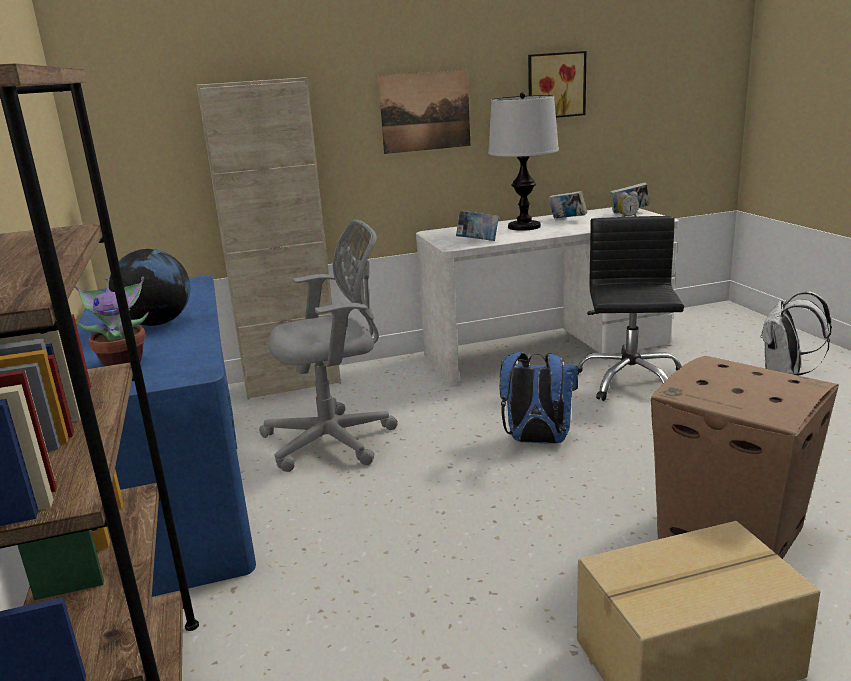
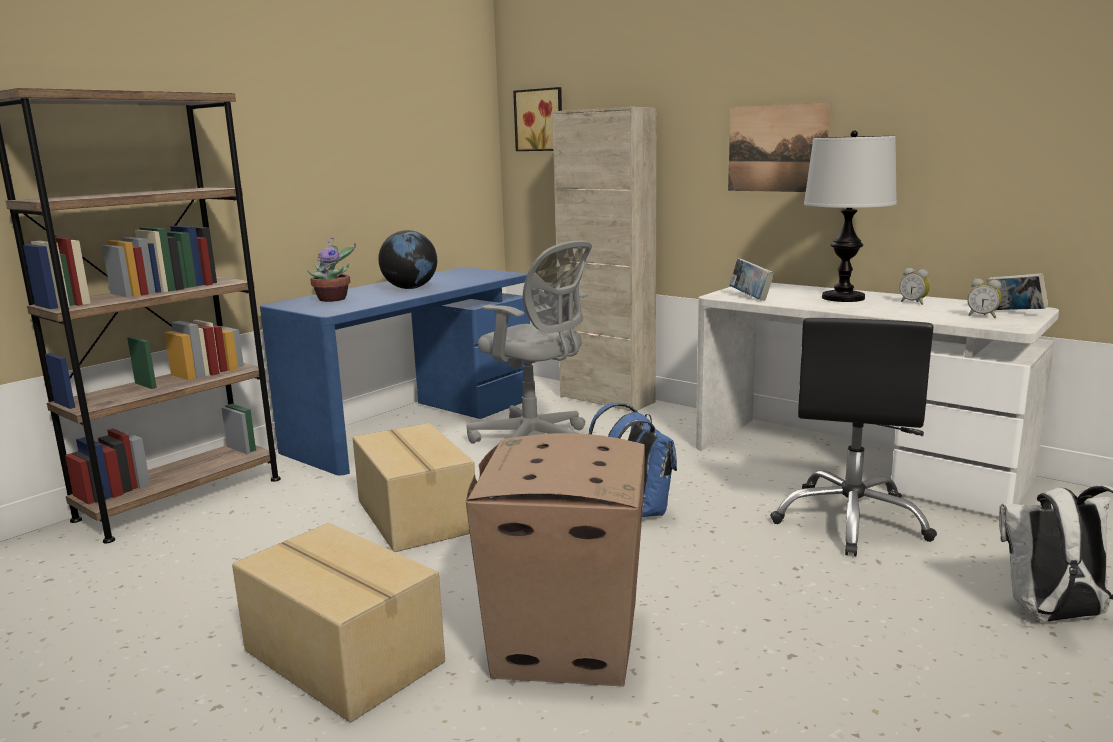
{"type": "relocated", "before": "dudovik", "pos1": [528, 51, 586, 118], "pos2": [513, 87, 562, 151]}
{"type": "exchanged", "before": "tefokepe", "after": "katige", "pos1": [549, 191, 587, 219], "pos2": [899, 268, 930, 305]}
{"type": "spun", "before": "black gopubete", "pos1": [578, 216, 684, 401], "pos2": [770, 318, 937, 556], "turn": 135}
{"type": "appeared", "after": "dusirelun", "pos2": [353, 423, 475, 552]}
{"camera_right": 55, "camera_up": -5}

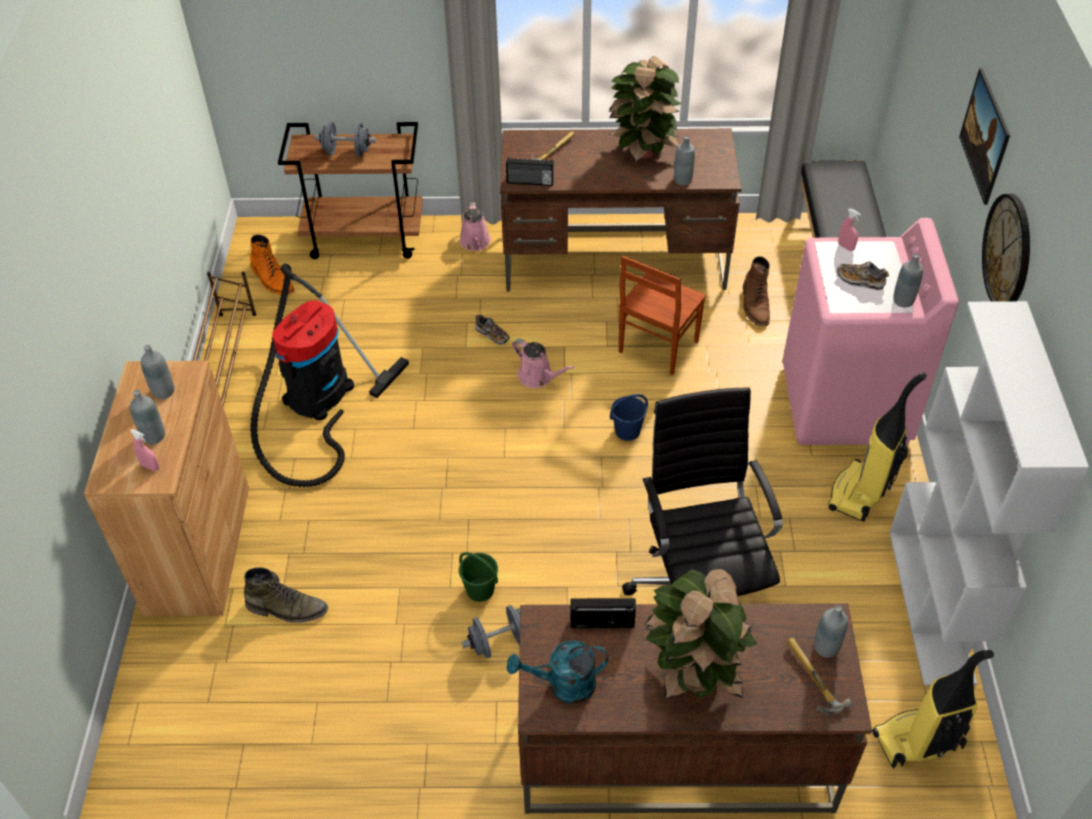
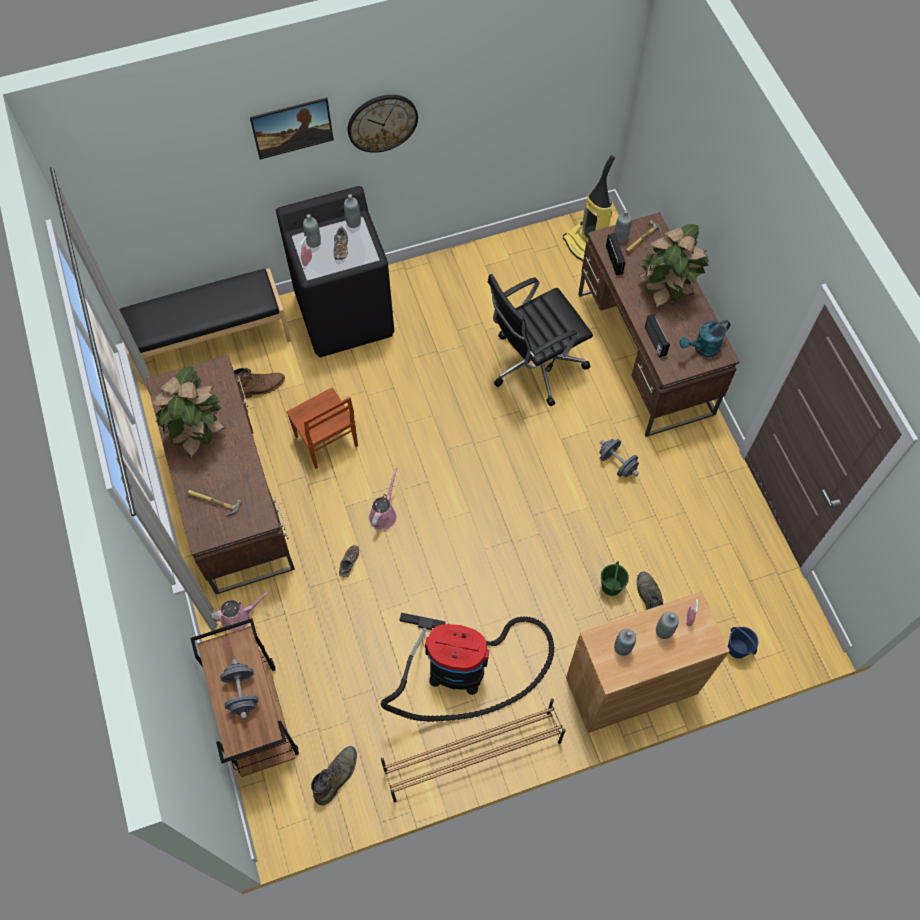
{"type": "colour", "before": "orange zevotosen", "after": "green zevotosen", "pos1": [250, 234, 294, 295], "pos2": [311, 746, 357, 805]}
{"type": "relocated", "before": "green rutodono", "pos1": [459, 552, 498, 602], "pos2": [601, 561, 629, 596]}
{"type": "relocated", "before": "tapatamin", "pos1": [506, 157, 554, 186], "pos2": [606, 233, 625, 275]}
{"type": "spun", "before": "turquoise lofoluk", "pos1": [507, 640, 608, 704], "pos2": [679, 320, 730, 357], "turn": 90}
{"type": "relocated", "before": "blue rutodono", "pos1": [610, 394, 648, 441], "pos2": [728, 627, 758, 658]}
{"type": "spun", "before": "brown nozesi", "pos1": [619, 256, 706, 375], "pos2": [286, 387, 358, 469], "turn": 45}
{"type": "relocated", "before": "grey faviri", "pos1": [674, 136, 695, 185], "pos2": [303, 214, 321, 248]}
{"type": "colour", "before": "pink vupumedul", "after": "black vupumedul", "pos1": [783, 218, 959, 445], "pos2": [276, 186, 394, 357]}
{"type": "missing", "before": "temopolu", "pos1": [828, 372, 926, 522]}
{"type": "missing", "before": "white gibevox", "pos1": [889, 301, 1089, 686]}
{"camera_right": -110, "camera_up": 15}

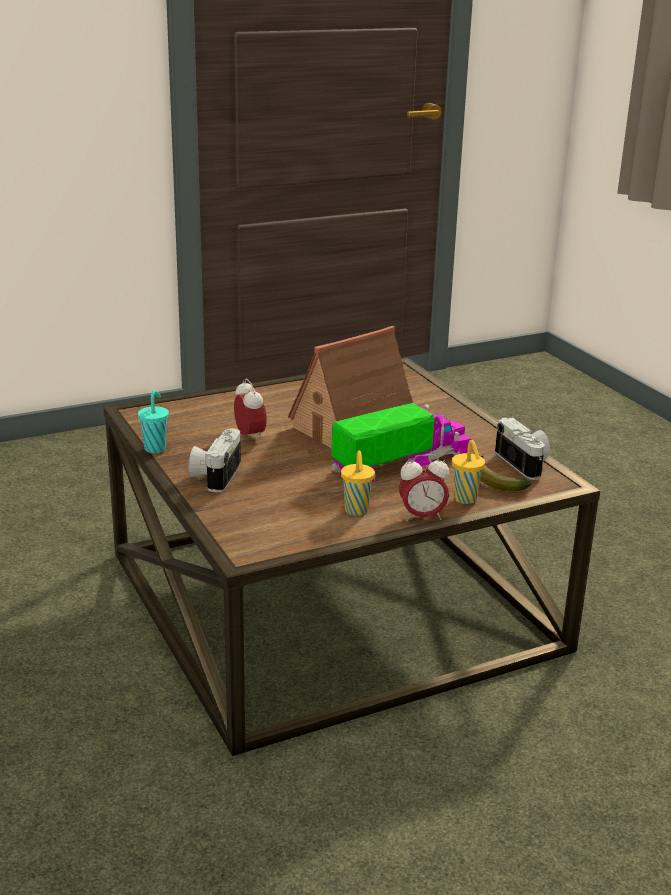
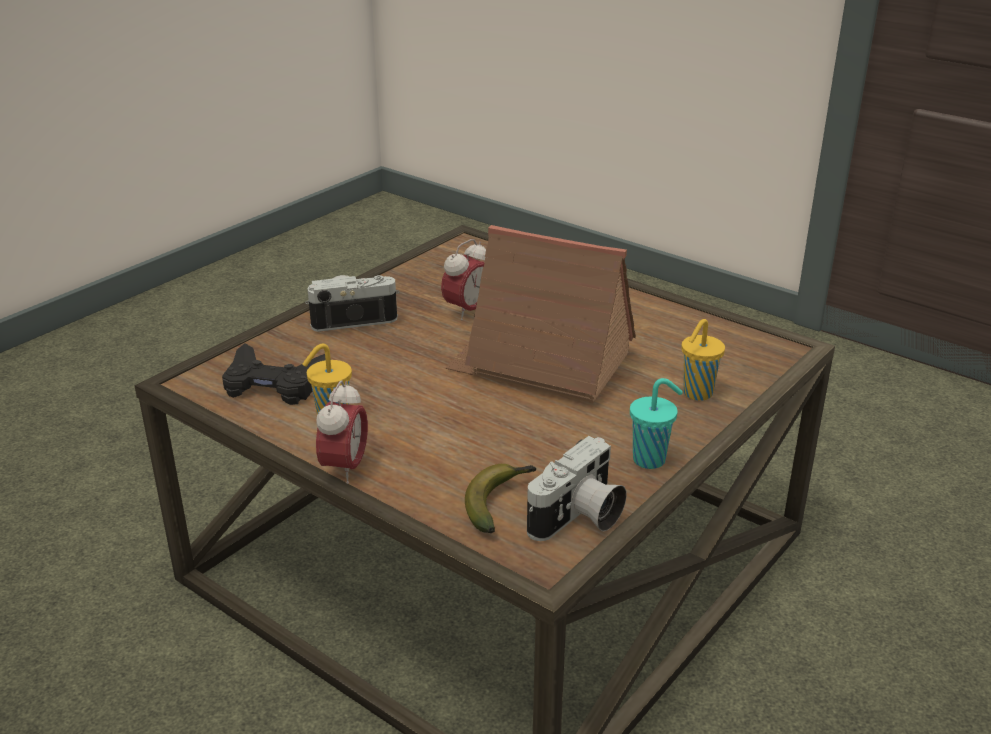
{"type": "relocated", "before": "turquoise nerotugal", "pos1": [138, 390, 169, 453], "pos2": [630, 378, 683, 469]}
{"type": "missing", "before": "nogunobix", "pos1": [331, 403, 472, 482]}
{"type": "spun", "before": "katige", "pos1": [399, 454, 449, 522], "pos2": [316, 380, 368, 484], "turn": -135}
{"type": "relocated", "before": "yellow nerotugal", "pos1": [452, 440, 485, 504], "pos2": [682, 319, 725, 401]}
{"type": "appeared", "after": "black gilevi", "pos2": [222, 343, 326, 405]}
{"camera_right": 65, "camera_up": 5}

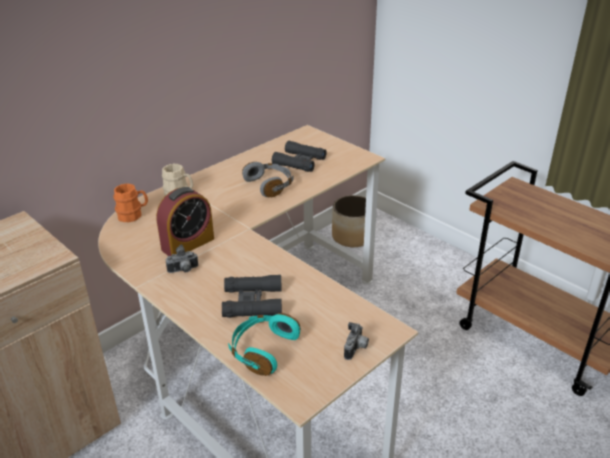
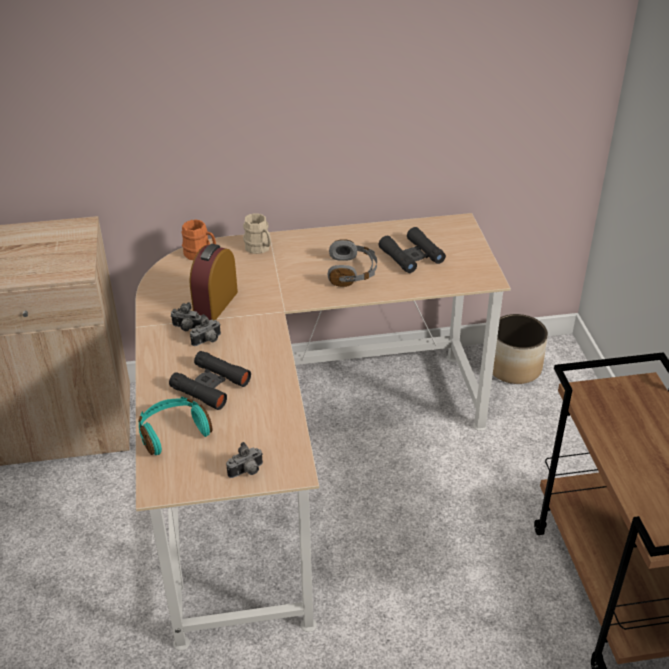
{"type": "spun", "before": "katige", "pos1": [156, 187, 214, 256], "pos2": [189, 244, 238, 320], "turn": 120}
{"type": "appeared", "after": "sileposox", "pos2": [190, 314, 221, 346]}
{"camera_right": 35, "camera_up": 5}

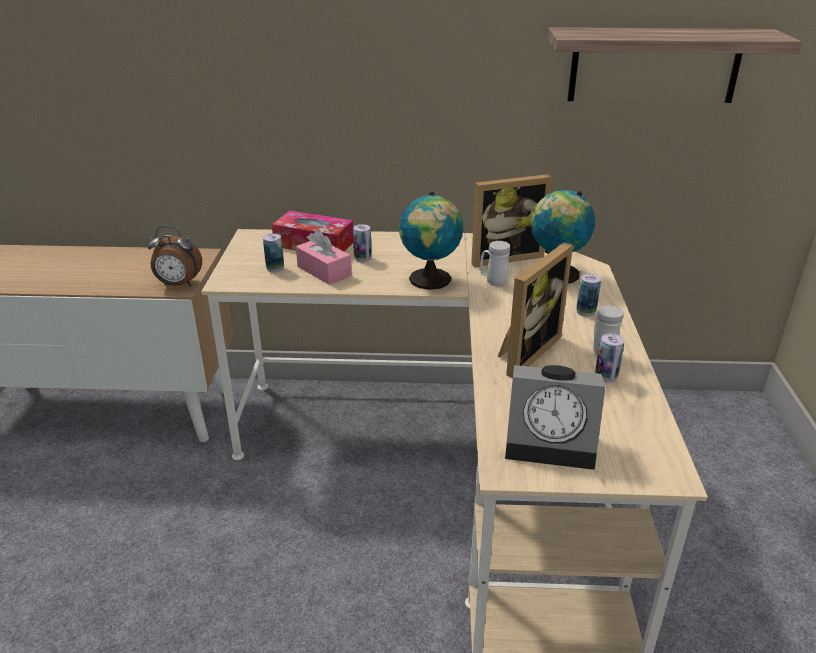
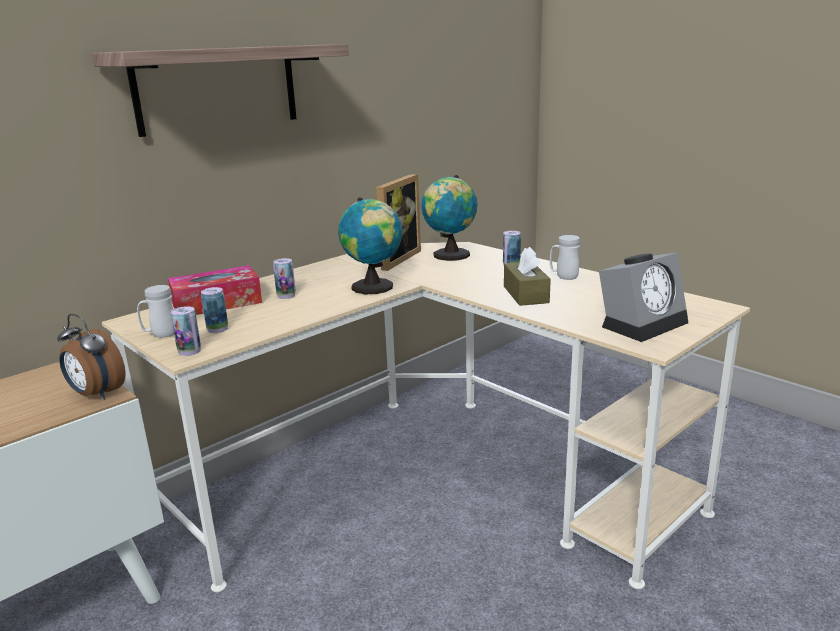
{"type": "spun", "before": "katige", "pos1": [148, 226, 202, 286], "pos2": [57, 314, 126, 400], "turn": 75}
{"type": "missing", "before": "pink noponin", "pos1": [296, 230, 351, 285]}
{"type": "relocated", "before": "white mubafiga", "pos1": [480, 241, 510, 286], "pos2": [137, 285, 174, 338]}
{"type": "exchanged", "before": "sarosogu", "after": "brown noponin", "pos1": [498, 242, 573, 378], "pos2": [504, 247, 551, 306]}
{"type": "relocated", "before": "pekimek", "pos1": [548, 27, 802, 103], "pos2": [92, 44, 349, 137]}
{"type": "relocated", "before": "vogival", "pos1": [595, 333, 624, 383], "pos2": [171, 306, 201, 356]}
{"camera_right": -45, "camera_up": -10}

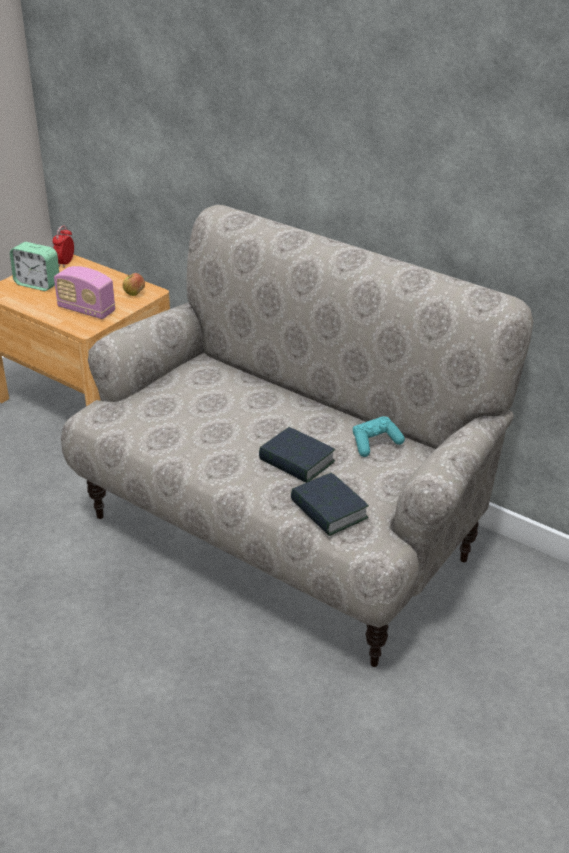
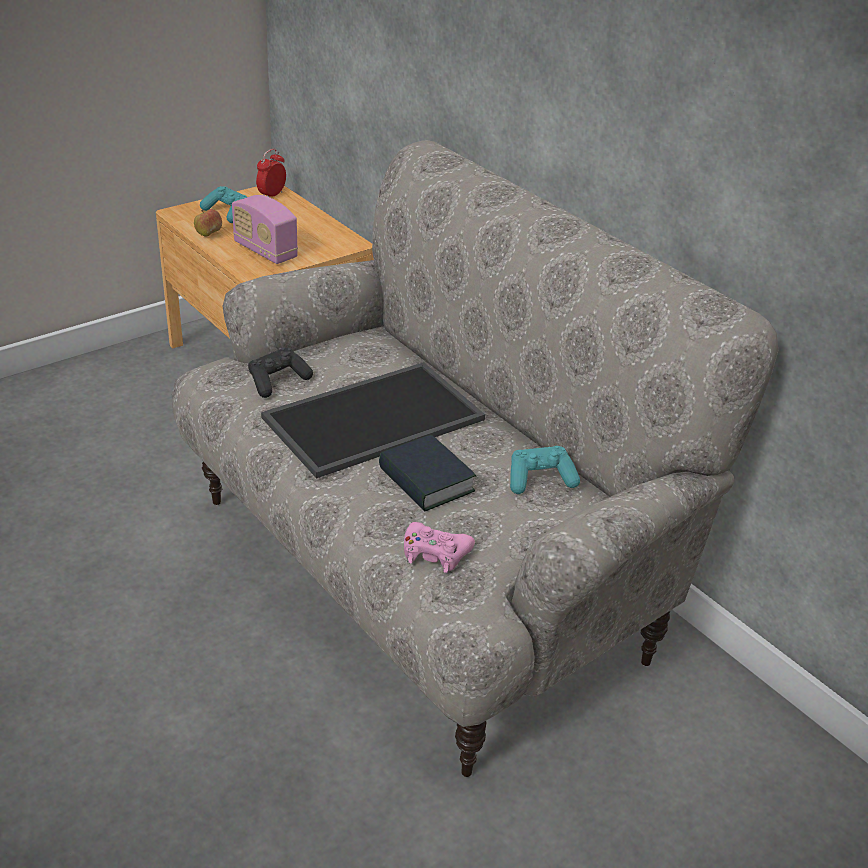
{"type": "exchanged", "before": "katige", "after": "turquoise gilevi", "pos1": [10, 242, 59, 291], "pos2": [200, 186, 247, 223]}
{"type": "relocated", "before": "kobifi", "pos1": [123, 273, 145, 296], "pos2": [194, 209, 222, 237]}
{"type": "exchanged", "before": "tefokepe", "after": "pink gilevi", "pos1": [291, 473, 369, 536], "pos2": [404, 522, 475, 573]}
{"type": "appeared", "after": "black gilevi", "pos2": [248, 348, 313, 398]}
{"type": "appeared", "after": "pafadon", "pos2": [261, 362, 485, 479]}
{"camera_right": 15, "camera_up": 0}

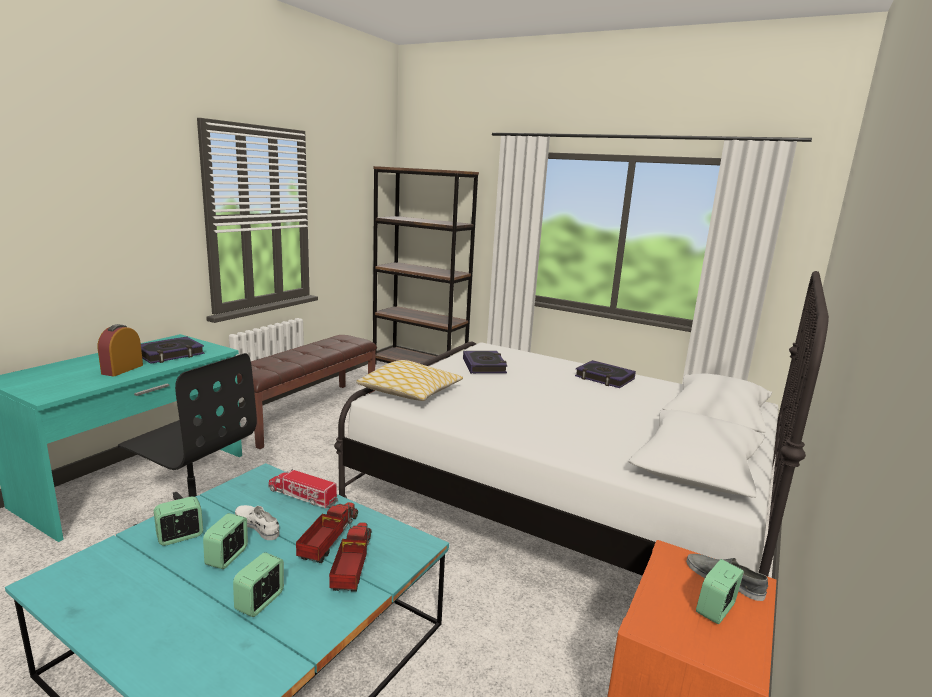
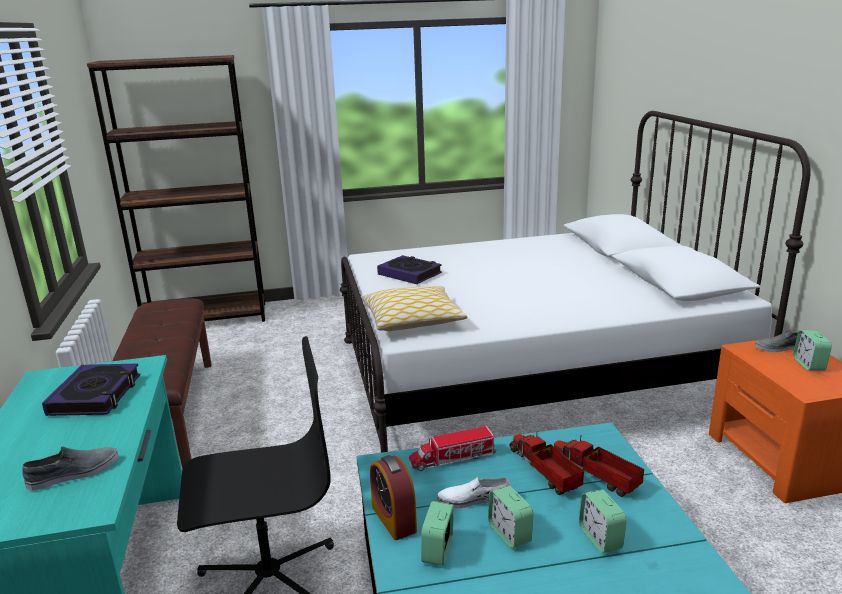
{"type": "relocated", "before": "katige", "pos1": [98, 324, 143, 376], "pos2": [370, 455, 417, 540]}
{"type": "missing", "before": "tefokepe", "pos1": [575, 360, 636, 388]}
{"type": "appeared", "after": "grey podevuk", "pos2": [22, 446, 119, 490]}
{"camera_right": -40, "camera_up": 5}

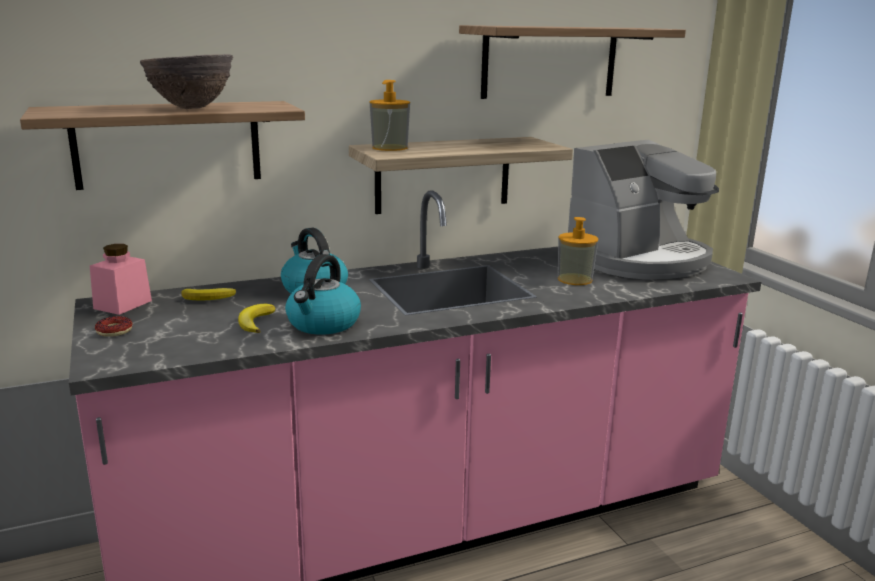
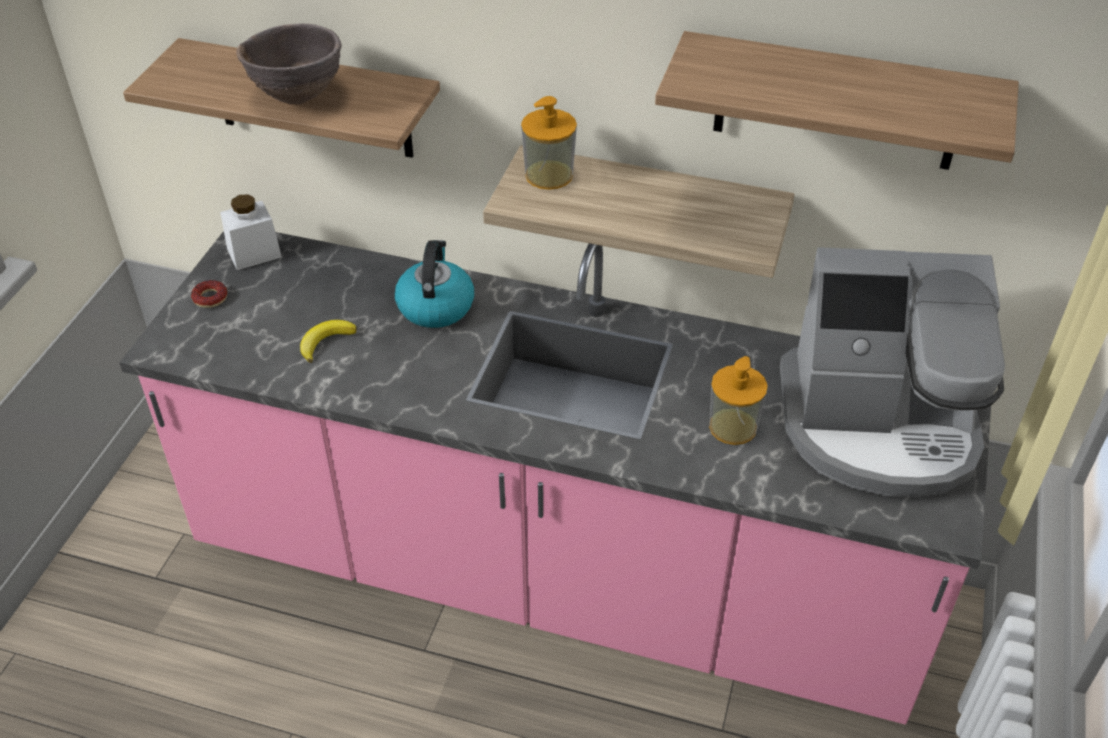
{"type": "colour", "before": "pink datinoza", "after": "white datinoza", "pos1": [90, 244, 152, 315], "pos2": [220, 194, 282, 270]}
{"type": "missing", "before": "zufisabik", "pos1": [182, 288, 236, 300]}
{"type": "missing", "before": "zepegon", "pos1": [285, 254, 361, 334]}
{"camera_right": 40, "camera_up": 25}

